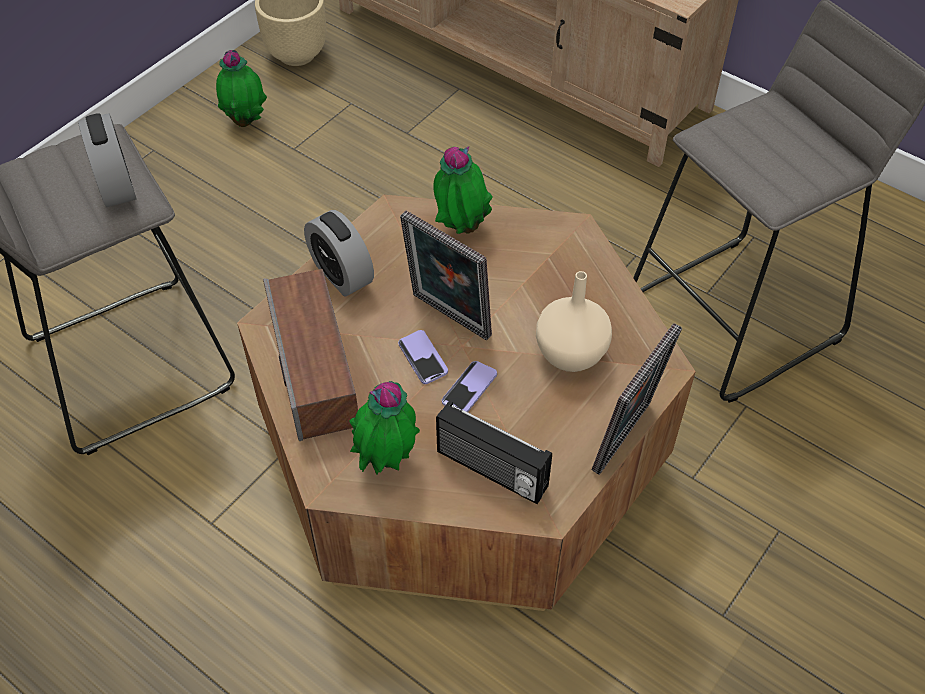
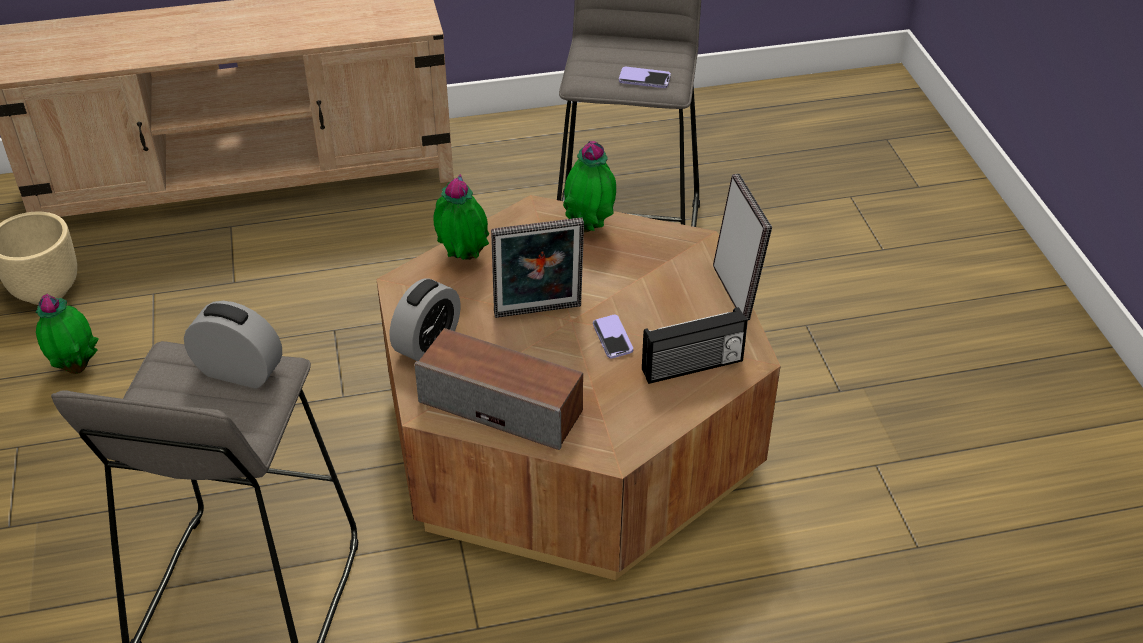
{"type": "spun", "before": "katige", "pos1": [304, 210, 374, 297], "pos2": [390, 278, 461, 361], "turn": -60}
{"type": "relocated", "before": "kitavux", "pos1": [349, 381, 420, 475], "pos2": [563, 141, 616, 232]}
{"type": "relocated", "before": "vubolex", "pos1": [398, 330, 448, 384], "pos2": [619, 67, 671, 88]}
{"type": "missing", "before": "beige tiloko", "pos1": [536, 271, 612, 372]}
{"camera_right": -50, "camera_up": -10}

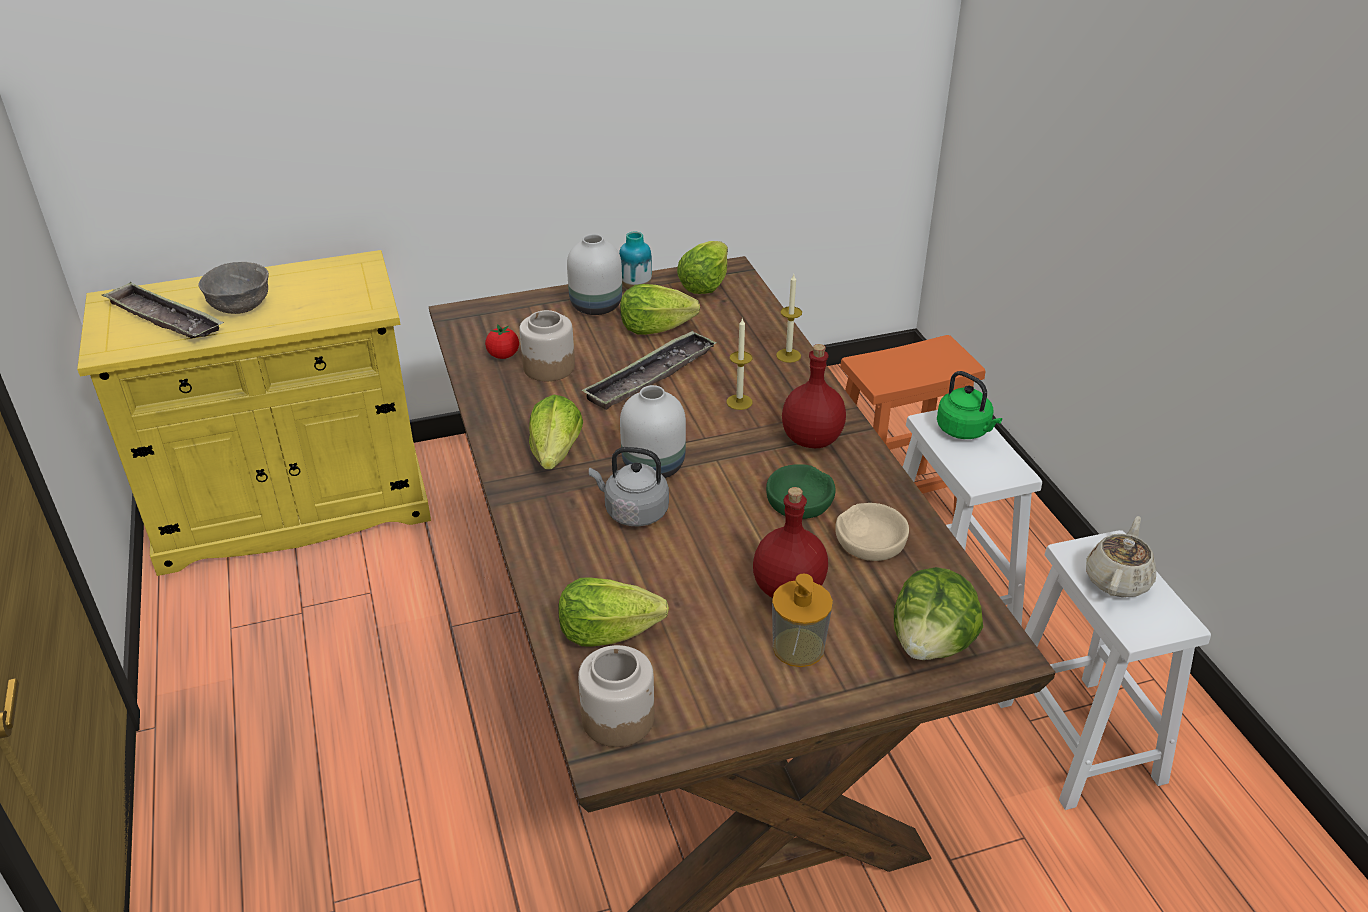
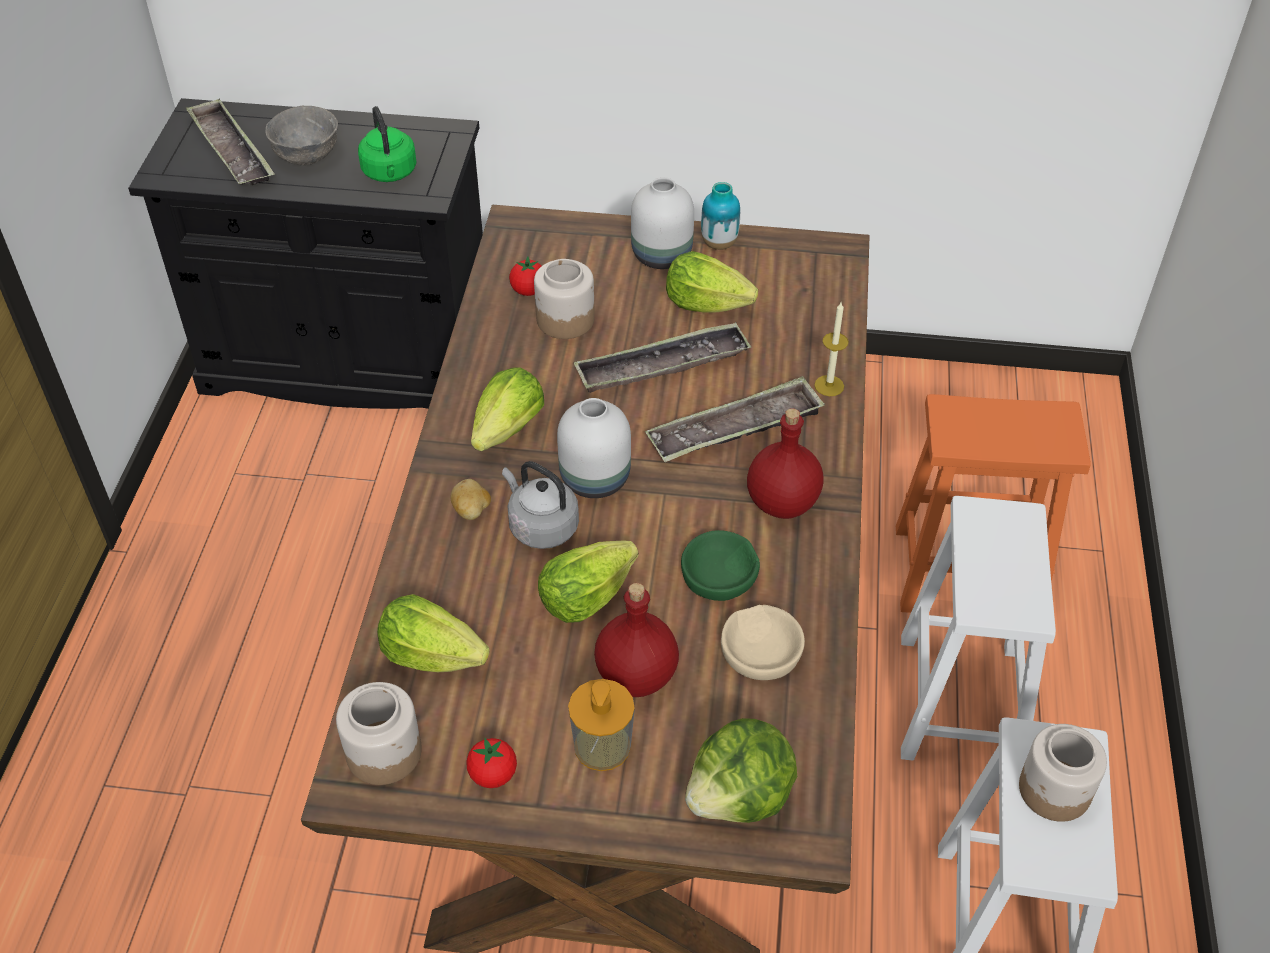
{"type": "colour", "before": "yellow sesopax", "after": "black sesopax", "pos1": [77, 250, 431, 576], "pos2": [128, 98, 483, 409]}
{"type": "relocated", "before": "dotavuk", "pos1": [677, 241, 728, 294], "pos2": [538, 540, 638, 623]}
{"type": "exchanged", "before": "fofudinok", "after": "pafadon", "pos1": [727, 318, 753, 410], "pos2": [645, 376, 825, 462]}
{"type": "relocated", "before": "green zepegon", "pos1": [937, 371, 1002, 439], "pos2": [358, 106, 417, 182]}
{"type": "exchanged", "before": "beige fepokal", "after": "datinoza", "pos1": [1086, 516, 1156, 597], "pos2": [1019, 724, 1107, 822]}
{"type": "appeared", "after": "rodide", "pos2": [451, 479, 491, 520]}
{"type": "appeared", "after": "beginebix", "pos2": [466, 738, 517, 788]}
{"camera_right": 25, "camera_up": 10}

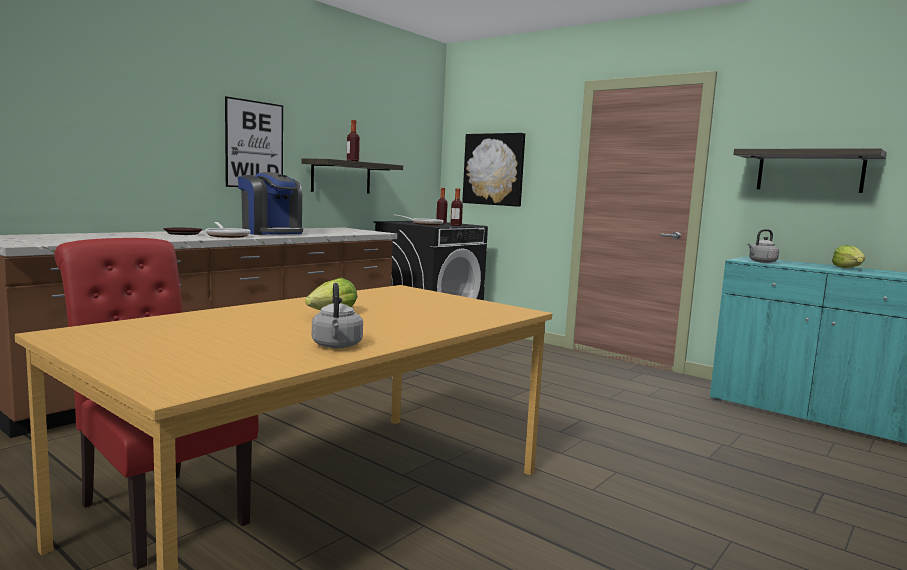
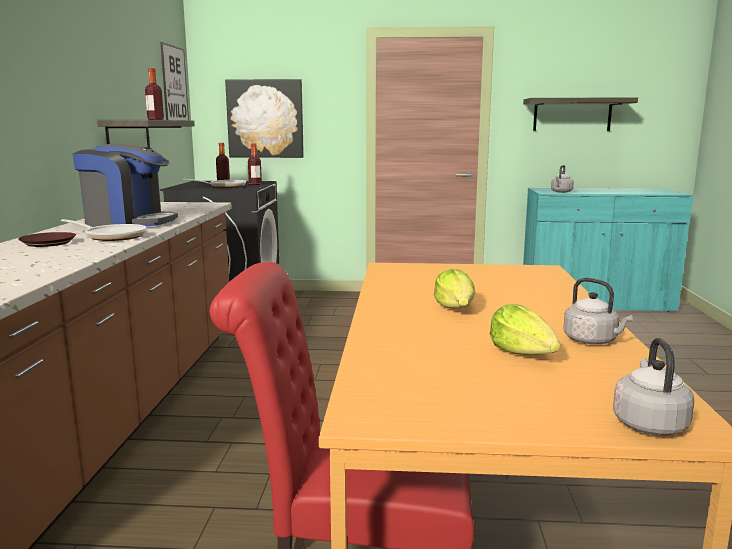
{"type": "relocated", "before": "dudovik", "pos1": [225, 96, 283, 187], "pos2": [160, 42, 189, 120]}
{"type": "relocated", "before": "dotavuk", "pos1": [832, 245, 865, 268], "pos2": [490, 304, 560, 355]}
{"type": "appeared", "after": "grey zepegon", "pos2": [613, 338, 695, 435]}
{"camera_right": -35, "camera_up": 5}

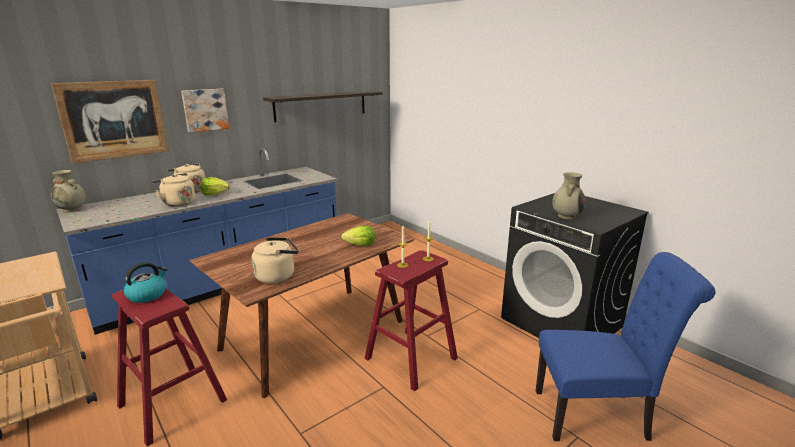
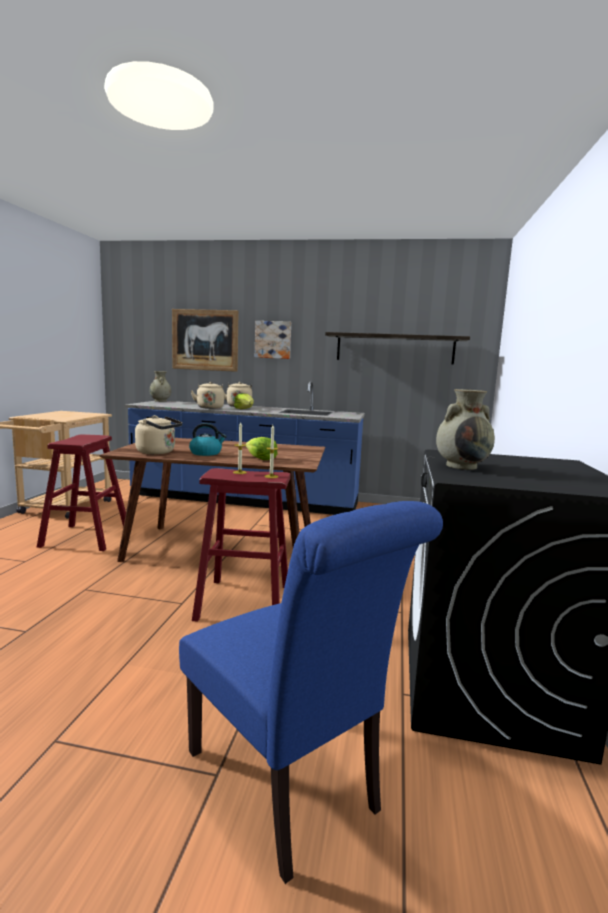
{"type": "relocated", "before": "zepegon", "pos1": [124, 262, 168, 303], "pos2": [189, 423, 227, 456]}
{"camera_right": 50, "camera_up": -10}

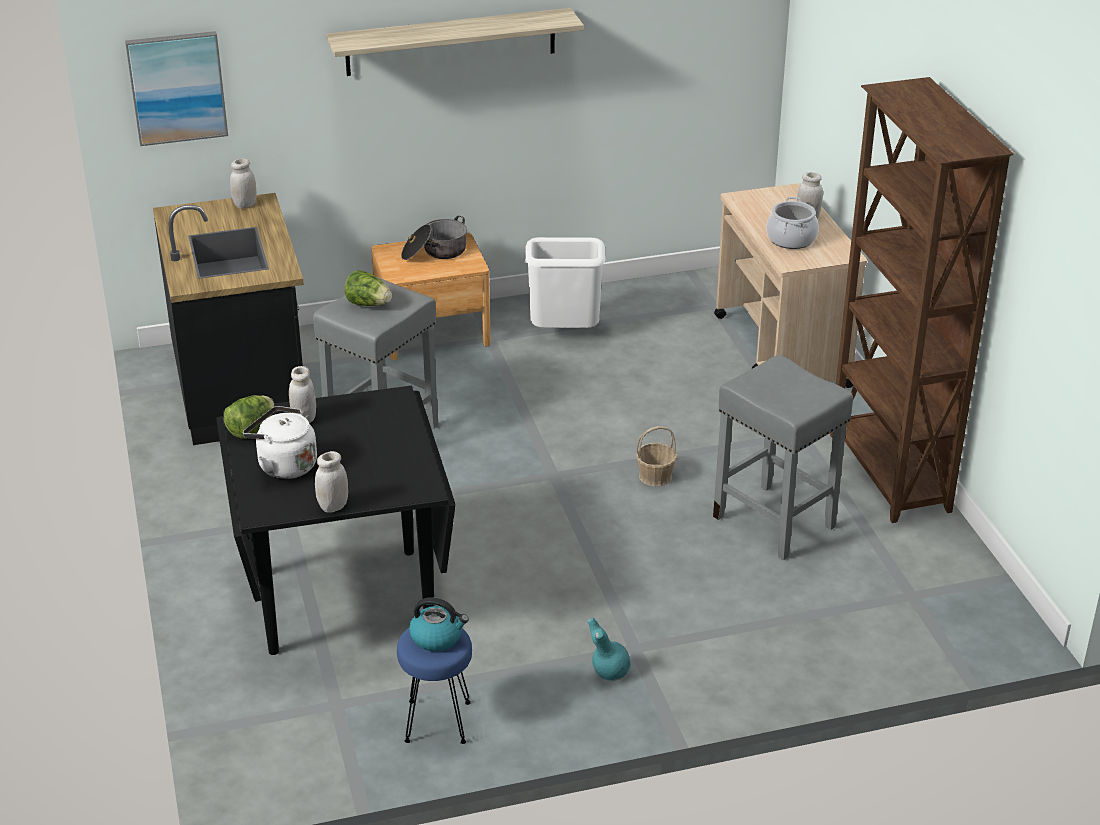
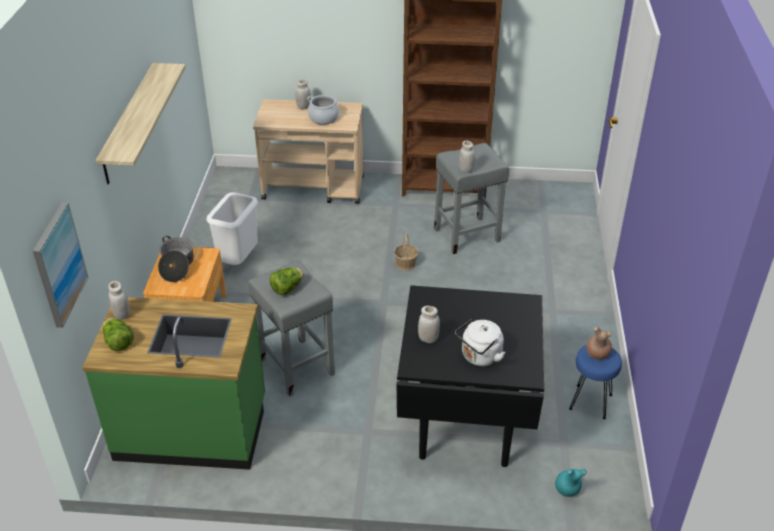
{"type": "colour", "before": "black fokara", "after": "green fokara", "pos1": [153, 193, 304, 445], "pos2": [82, 297, 265, 470]}
{"type": "relocated", "before": "dotavuk", "pos1": [224, 395, 274, 439], "pos2": [103, 318, 134, 351]}
{"type": "relocated", "before": "white datinoza", "pos1": [315, 451, 348, 513], "pos2": [459, 140, 475, 173]}
{"type": "exchanged", "before": "zepegon", "after": "brown tiloko", "pos1": [409, 597, 469, 651], "pos2": [587, 327, 612, 360]}
{"type": "relocated", "before": "turquoise tiloko", "pos1": [587, 618, 631, 681], "pos2": [555, 469, 587, 497]}
{"camera_right": -70, "camera_up": 5}

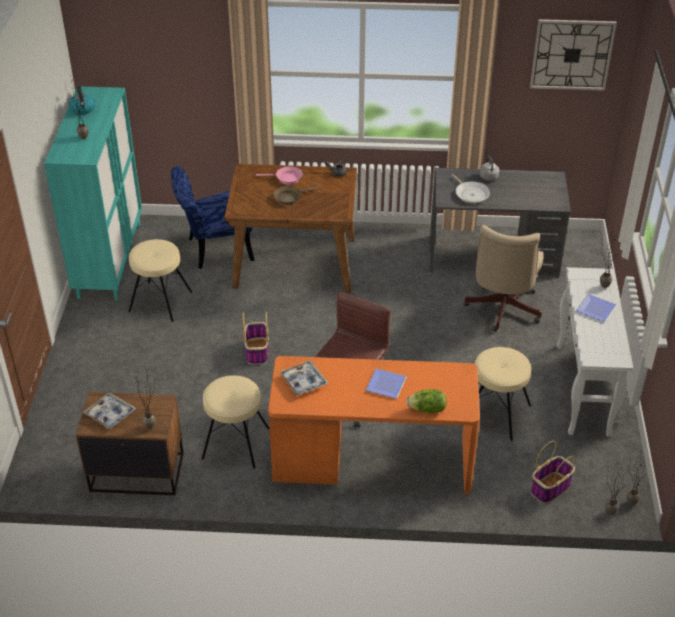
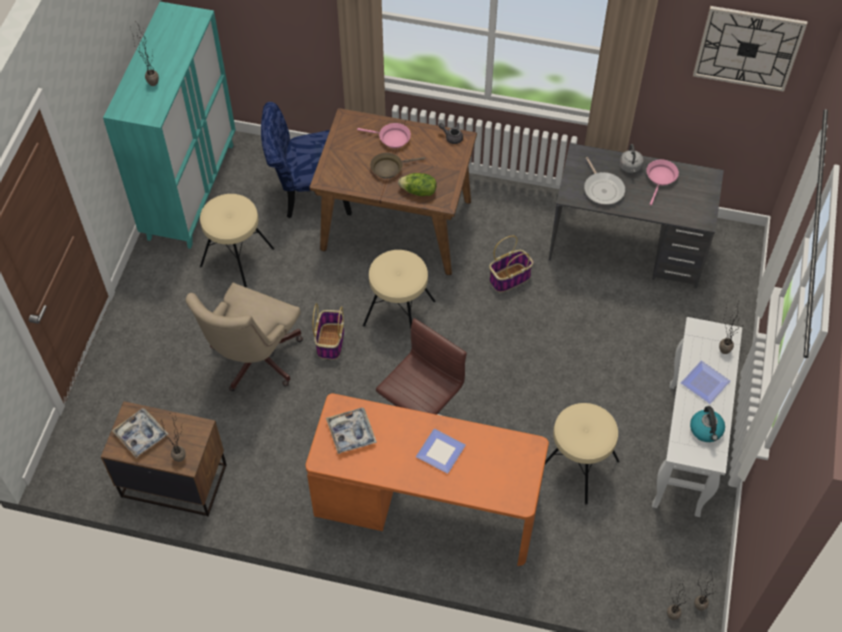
{"type": "relocated", "before": "zepegon", "pos1": [69, 86, 95, 115], "pos2": [690, 406, 725, 442]}
{"type": "relocated", "before": "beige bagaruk", "pos1": [201, 375, 269, 469], "pos2": [363, 250, 436, 329]}
{"type": "relocated", "before": "dotavuk", "pos1": [406, 389, 447, 413], "pos2": [398, 173, 436, 196]}
{"type": "relocated", "before": "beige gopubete", "pos1": [463, 225, 544, 331], "pos2": [186, 282, 303, 391]}
{"type": "relocated", "before": "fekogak", "pos1": [531, 441, 575, 503], "pos2": [489, 236, 533, 292]}
{"type": "appeared", "after": "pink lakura", "pos2": [646, 159, 679, 205]}
{"camera_right": 10, "camera_up": 15}

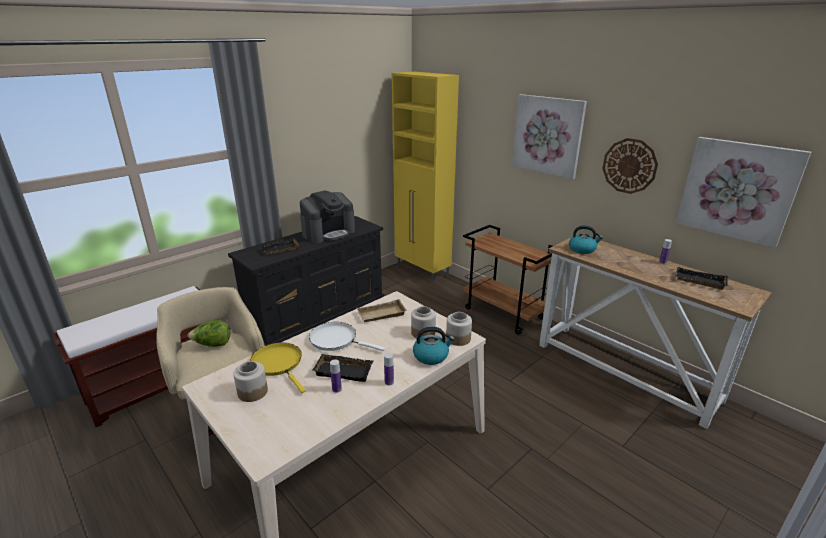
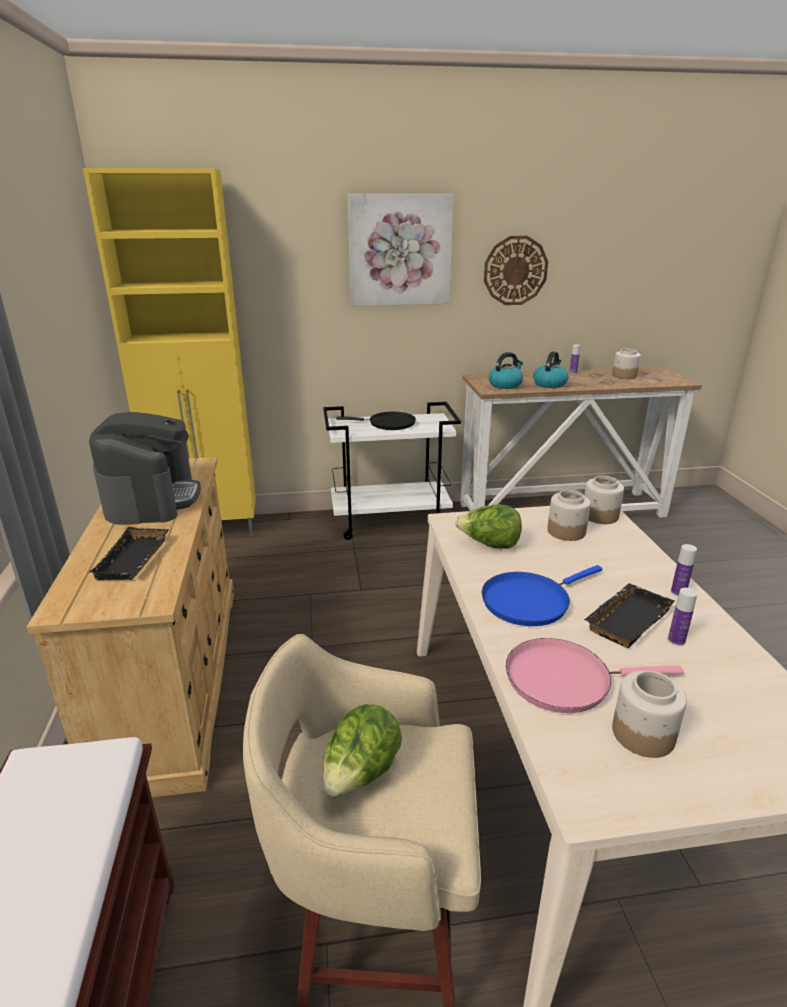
{"type": "colour", "before": "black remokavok", "after": "beige remokavok", "pos1": [228, 216, 384, 346], "pos2": [27, 457, 234, 797]}
{"type": "colour", "before": "yellow lakura", "after": "pink lakura", "pos1": [250, 343, 306, 393], "pos2": [506, 638, 684, 713]}
{"type": "colour", "before": "white lakura", "after": "blue lakura", "pos1": [309, 322, 385, 351], "pos2": [482, 565, 602, 626]}
{"type": "exchanged", "before": "beige pafadon", "after": "dotavuk", "pos1": [357, 299, 407, 322], "pos2": [455, 504, 522, 549]}
{"type": "relocated", "before": "zepegon", "pos1": [413, 327, 455, 365], "pos2": [533, 351, 568, 388]}
{"type": "colour", "before": "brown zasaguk", "after": "white zasaguk", "pos1": [463, 225, 553, 335], "pos2": [323, 402, 461, 540]}
{"type": "exchanged", "before": "black pafadon", "after": "datinoza", "pos1": [675, 267, 728, 290], "pos2": [612, 349, 641, 379]}
{"type": "missing", "before": "dudovik", "pos1": [676, 137, 811, 248]}
{"type": "appeared", "after": "black lakura", "pos2": [336, 412, 416, 430]}
{"camera_right": -55, "camera_up": 0}

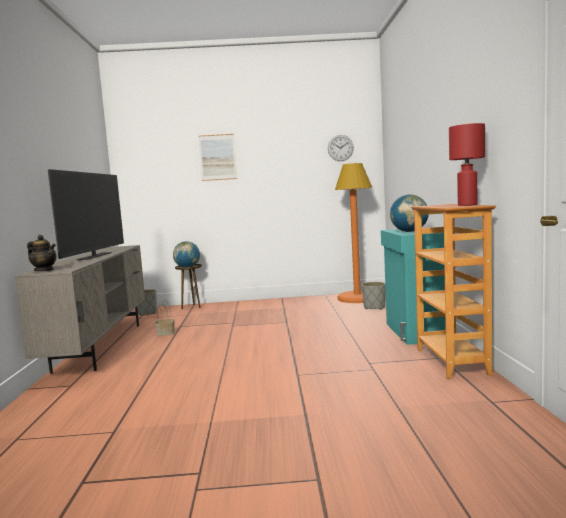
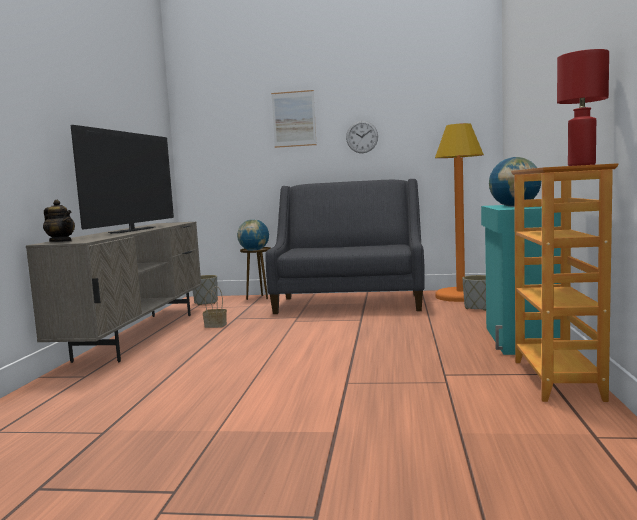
{"type": "relocated", "before": "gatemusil", "pos1": [328, 135, 354, 161], "pos2": [346, 121, 378, 153]}
{"type": "appeared", "after": "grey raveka", "pos2": [265, 179, 425, 314]}
{"camera_right": 10, "camera_up": 0}

